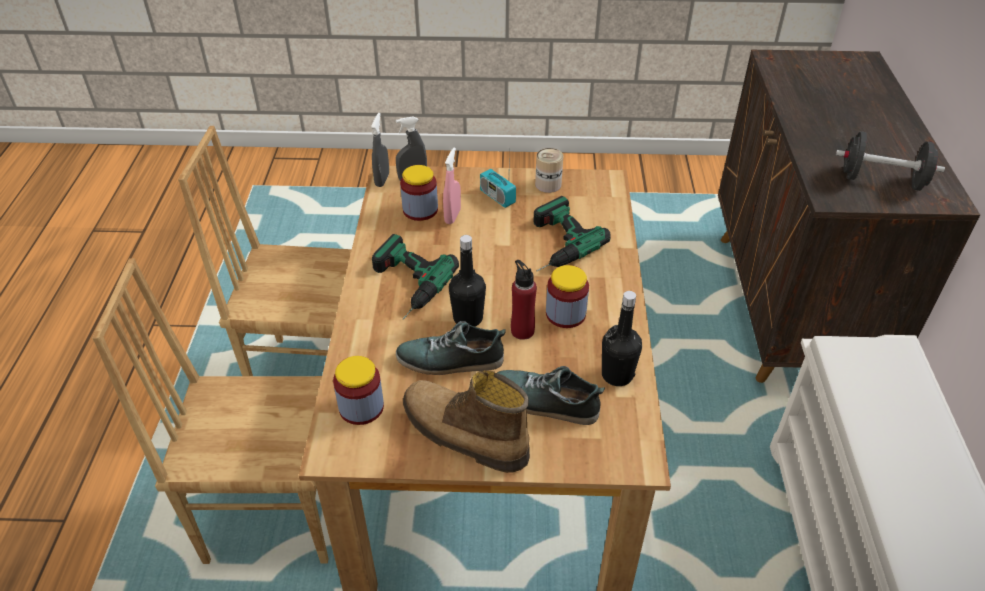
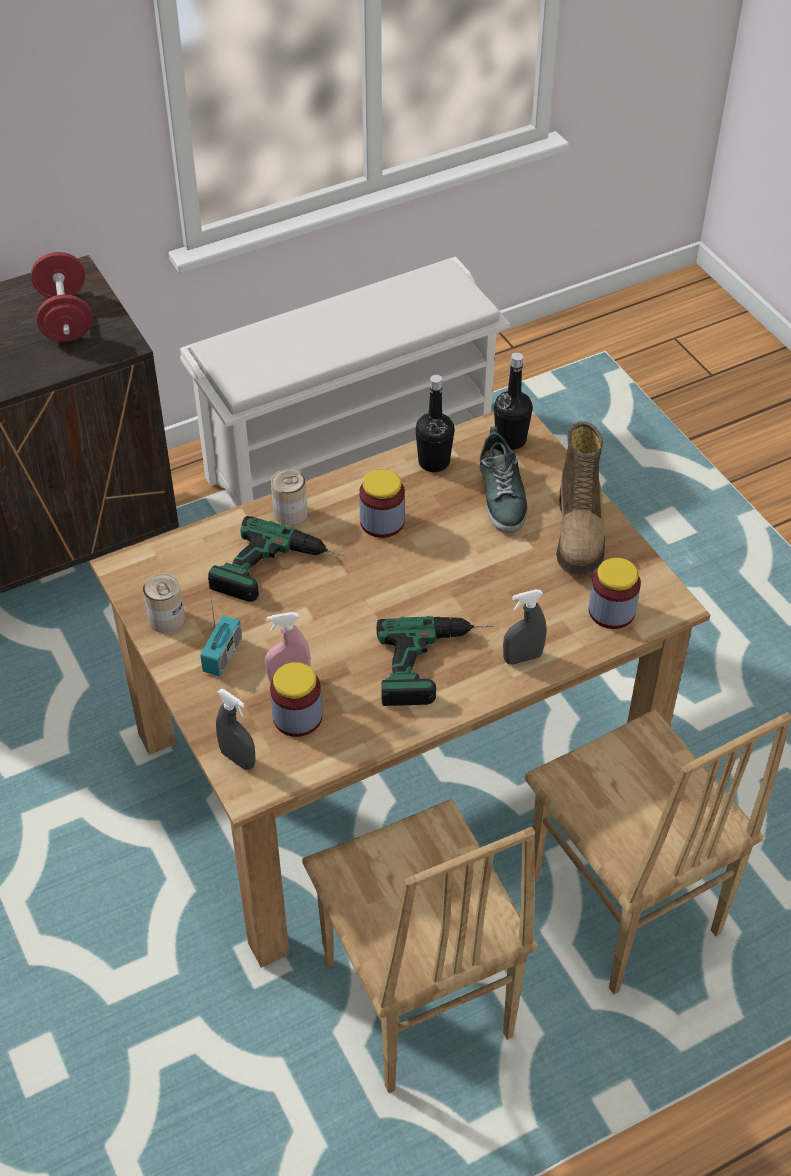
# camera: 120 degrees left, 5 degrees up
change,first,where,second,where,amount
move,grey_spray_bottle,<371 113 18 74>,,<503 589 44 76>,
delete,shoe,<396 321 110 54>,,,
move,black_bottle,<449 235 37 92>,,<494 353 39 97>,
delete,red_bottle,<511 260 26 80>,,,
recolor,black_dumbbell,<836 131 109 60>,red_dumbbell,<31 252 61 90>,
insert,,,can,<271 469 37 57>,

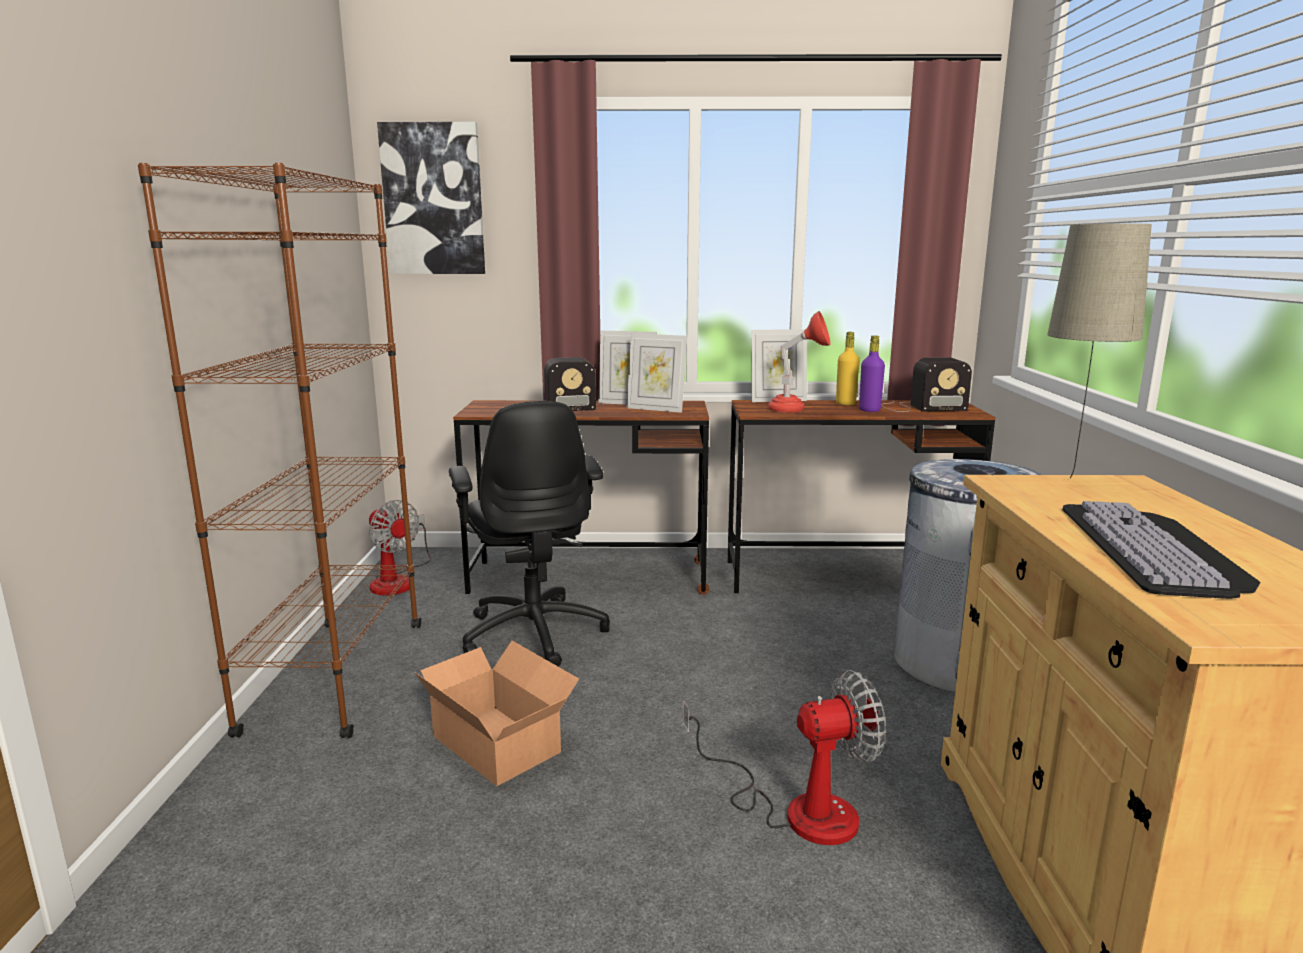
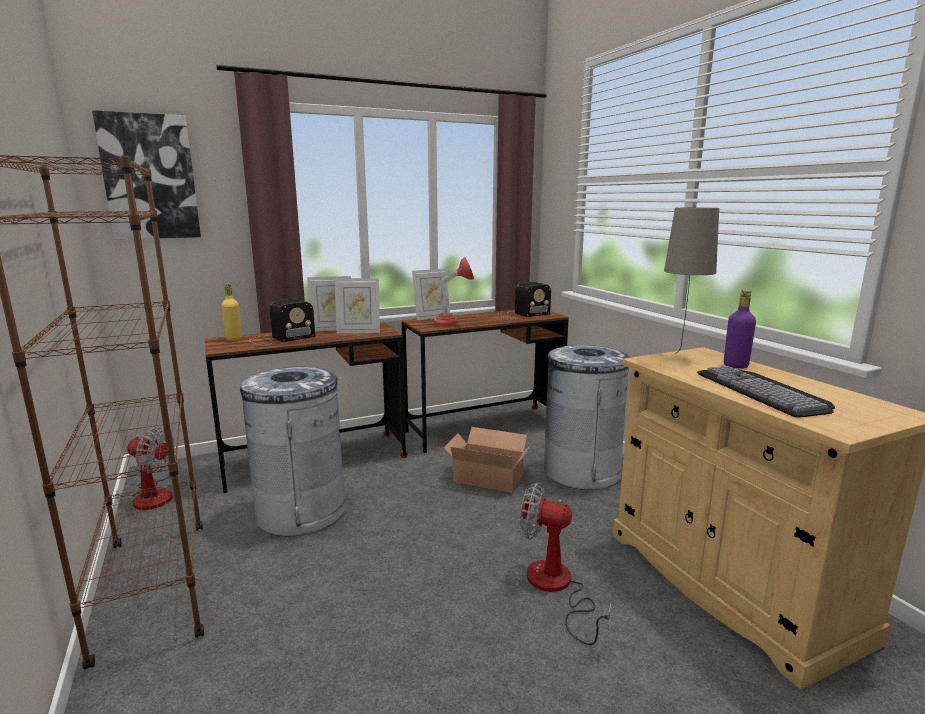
# camera: 25 degrees left, 0 degrees up
change,first,where,second,where,amount
move,cardboard_box,<414 641 165 145>,,<444 427 87 66>,
replace,black_office_chair,<449 401 161 266>,grey_trash_can,<240 367 106 170>,
rotate,fan,<683 670 203 175>,,<520 482 91 163>,120 degrees counterclockwise
move,yellow_bottle,<836 332 24 73>,,<221 283 21 58>,
move,purple_bottle,<859 336 26 76>,,<724 290 32 78>,

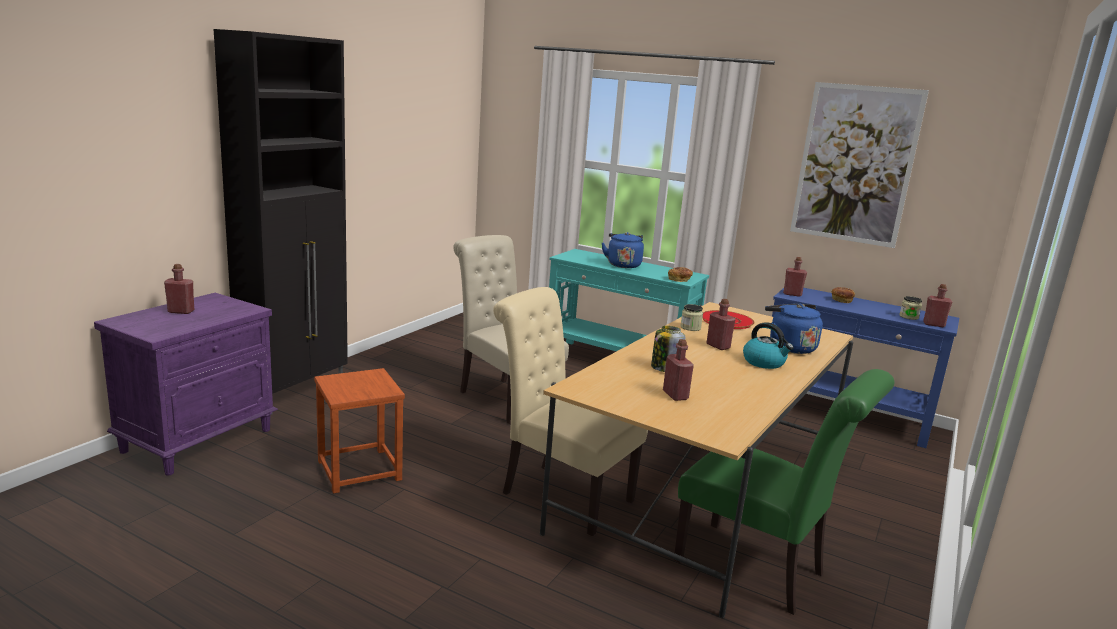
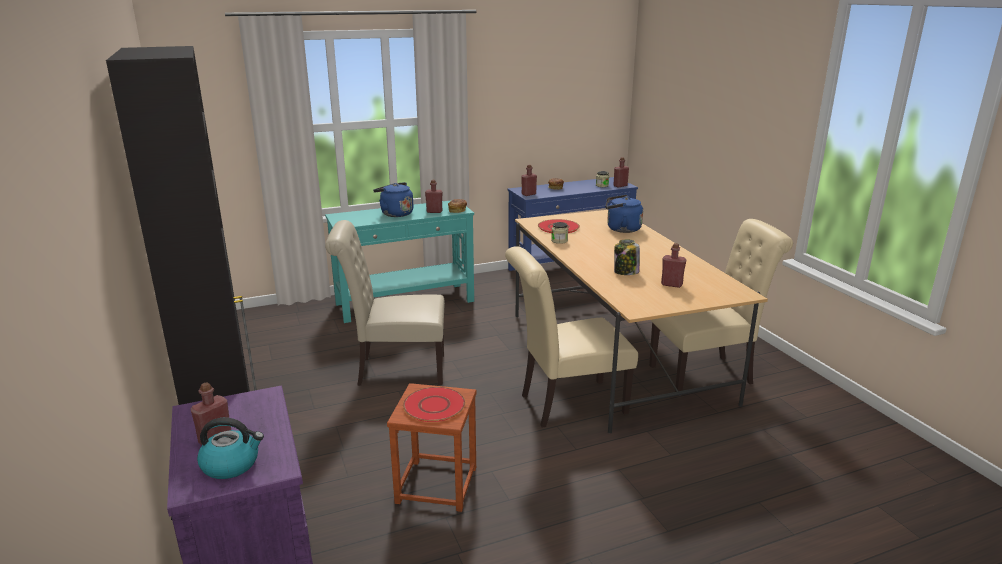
# camera: 50 degrees left, 5 degrees up
change,first,where,second,where,amount
recolor,green_chair,<674 369 220 246>,beige_chair,<649 219 144 178>,
move,red_bottle,<706 299 30 51>,,<425 180 18 33>,
move,kettle,<743 322 51 47>,,<197 418 67 61>,
delete,picture,<790 82 139 166>,,,
insert,,,red_plate,<403 387 62 35>,

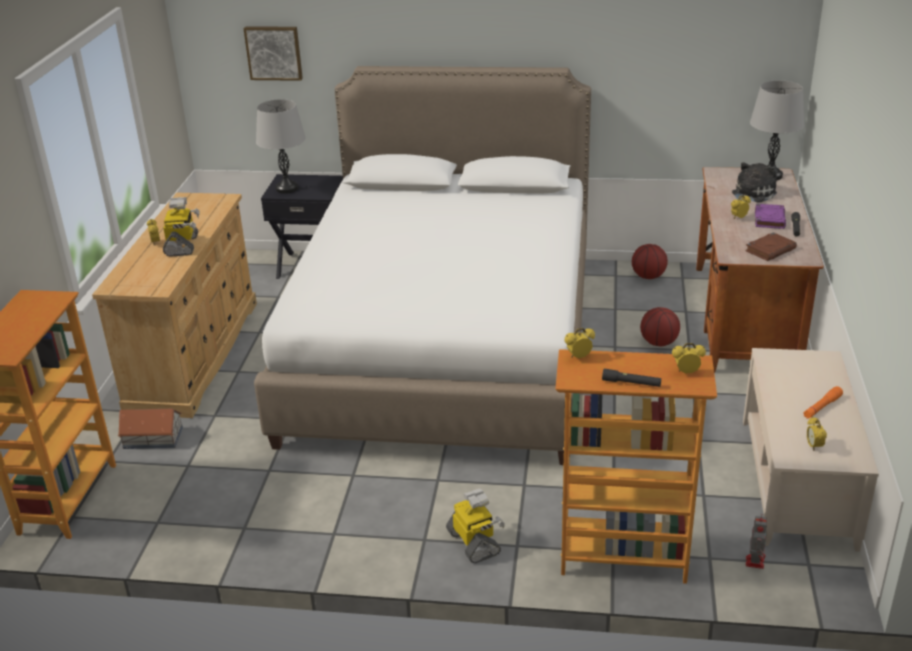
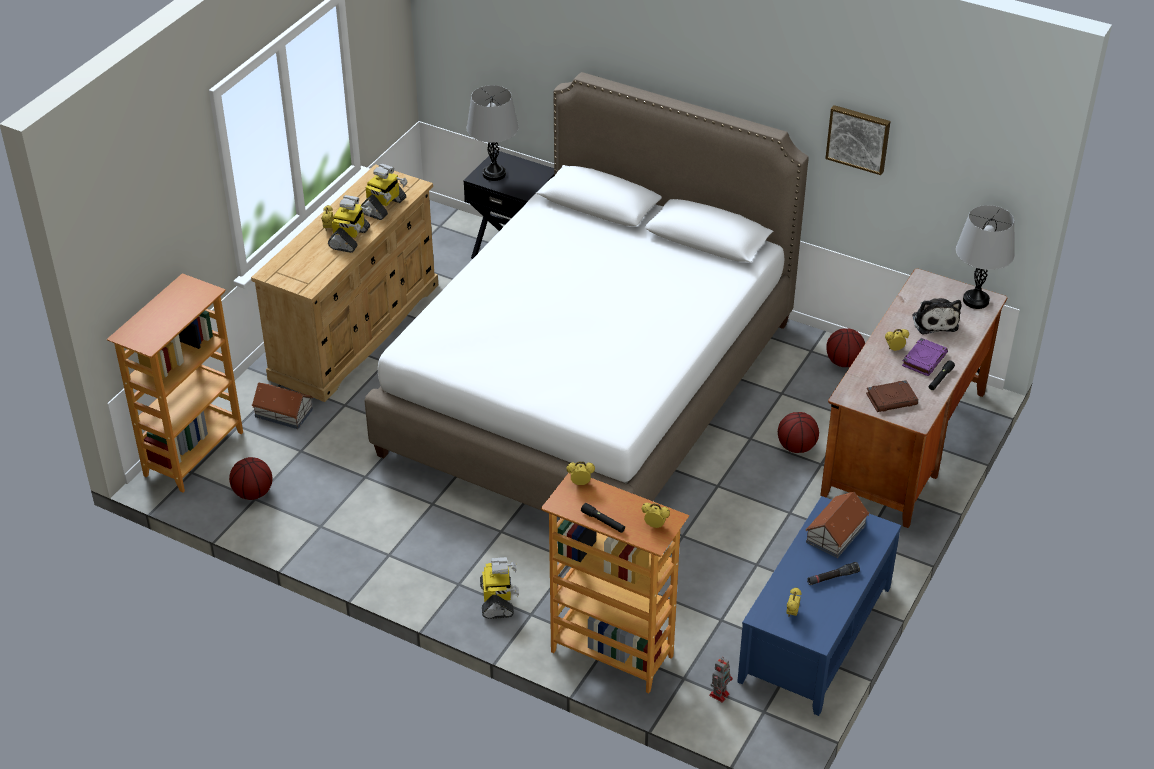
# camera: 20 degrees right, 10 degrees up
change,first,where,second,where,amount
move,picture,<243 27 60 54>,,<825 105 66 70>,
rotate,plush_toy,<732 162 45 40>,,<912 298 49 36>,105 degrees clockwise
recolor,beige_coffee_table,<743 348 136 204>,blue_coffee_table,<737 496 164 220>,
recolor,orange_flashlight,<803 386 40 33>,black_flashlight,<807 562 53 23>,
insert,,,basketball,<229 457 43 43>,
insert,,,toy_robot,<361 164 47 56>,
insert,,,toy_house,<805 492 64 66>,

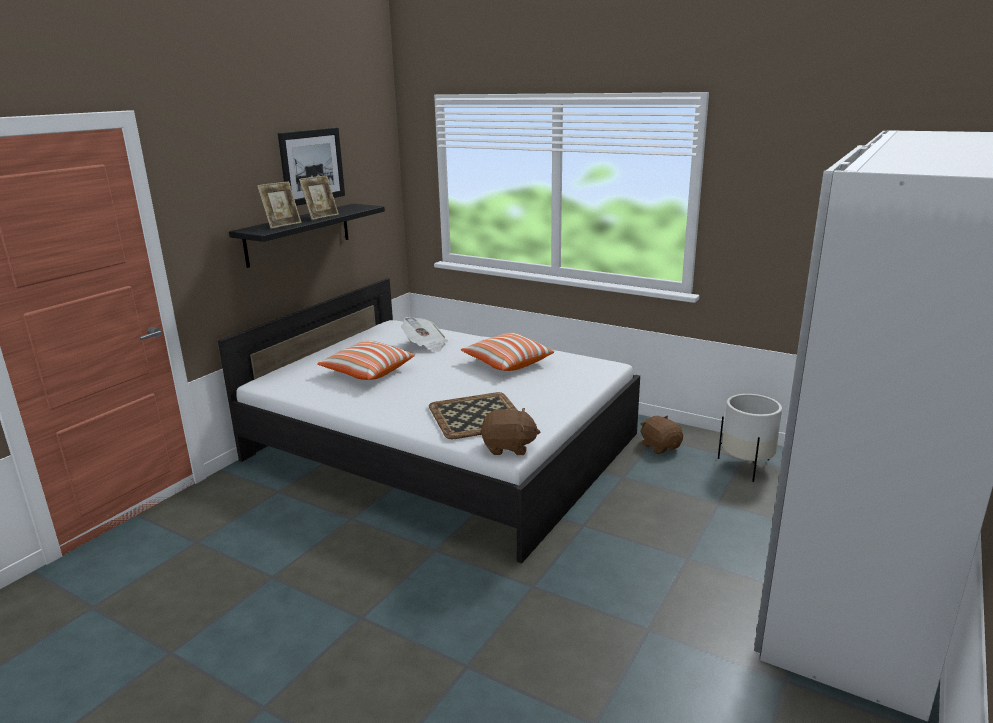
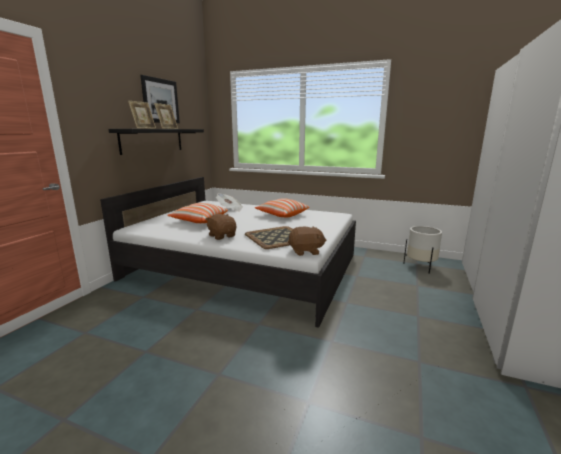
# camera: 10 degrees left, 5 degrees down
change,first,where,second,where,amount
move,brown_plush_toy,<640 415 43 39>,,<205 214 31 26>,

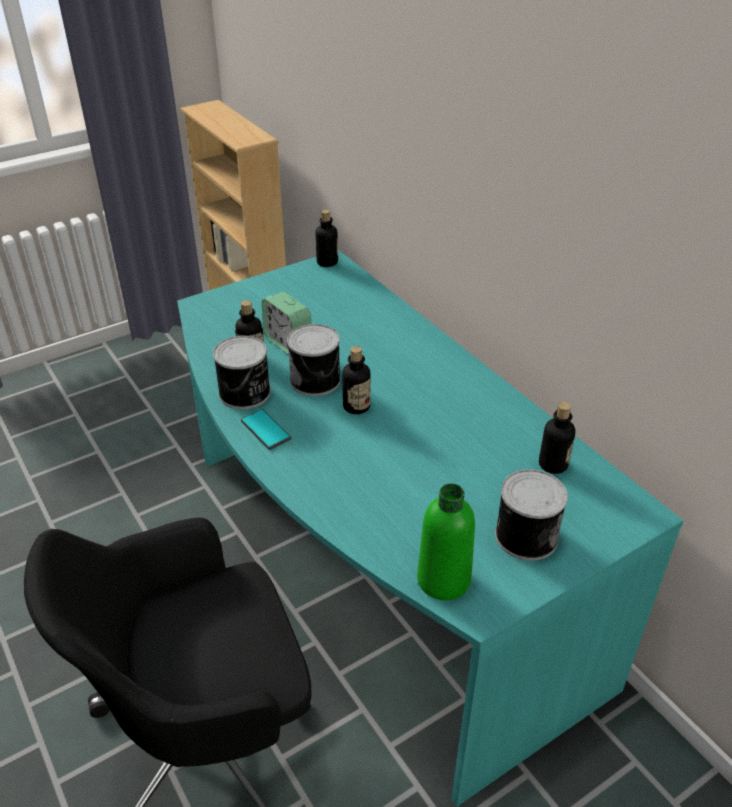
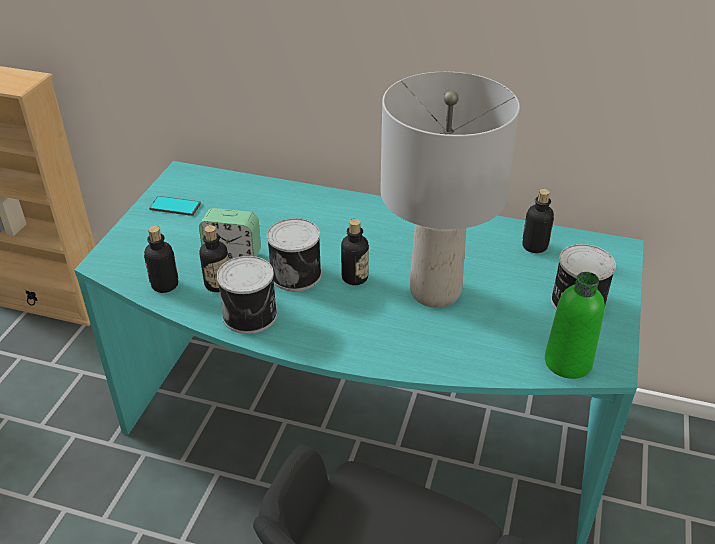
# camera: 40 degrees left, 0 degrees up
change,first,where,second,where,amount
move,phone,<241 409 51 41>,,<149 196 52 20>,
move,bottle,<315 209 23 58>,,<144 226 35 67>,
insert,,,grey_table_lamp,<380 72 140 236>,

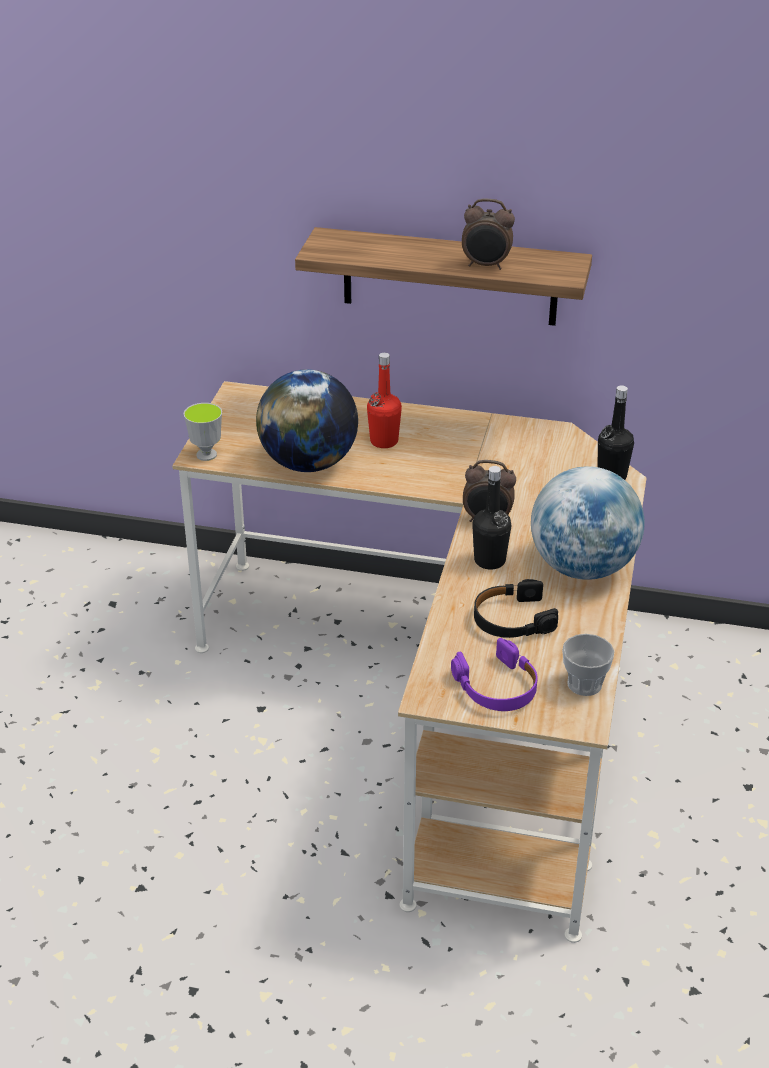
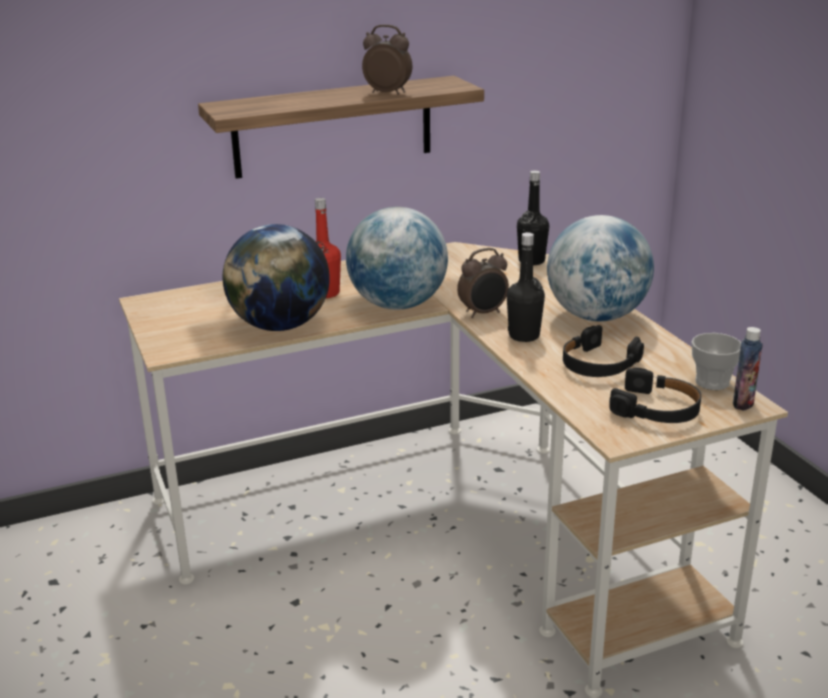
# camera: 35 degrees left, 10 degrees down
change,first,where,second,where,amount
delete,cup,<184 403 38 58>,,,
recolor,purple_headphones,<451 638 86 73>,black_headphones,<609 368 92 55>,
rotate,alarm_clock,<462 199 53 71>,,<362 25 50 70>,135 degrees counterclockwise
insert,,,globe,<346 207 102 103>,
insert,,,bottle,<733 327 30 84>,

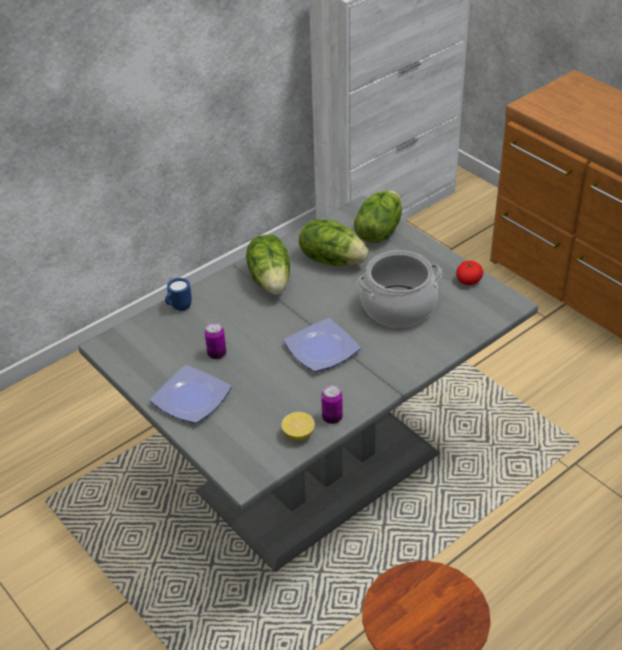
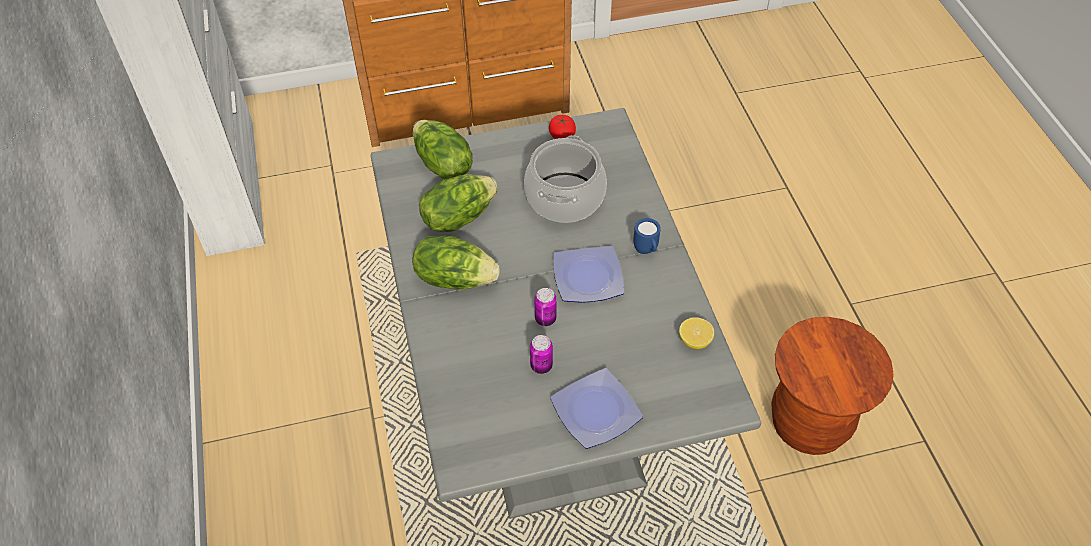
# camera: 65 degrees left, 10 degrees up
change,first,where,second,where,amount
move,blue_mug,<165 278 27 33>,,<633 218 28 36>,
move,can,<321 385 22 39>,,<535 288 22 38>,

